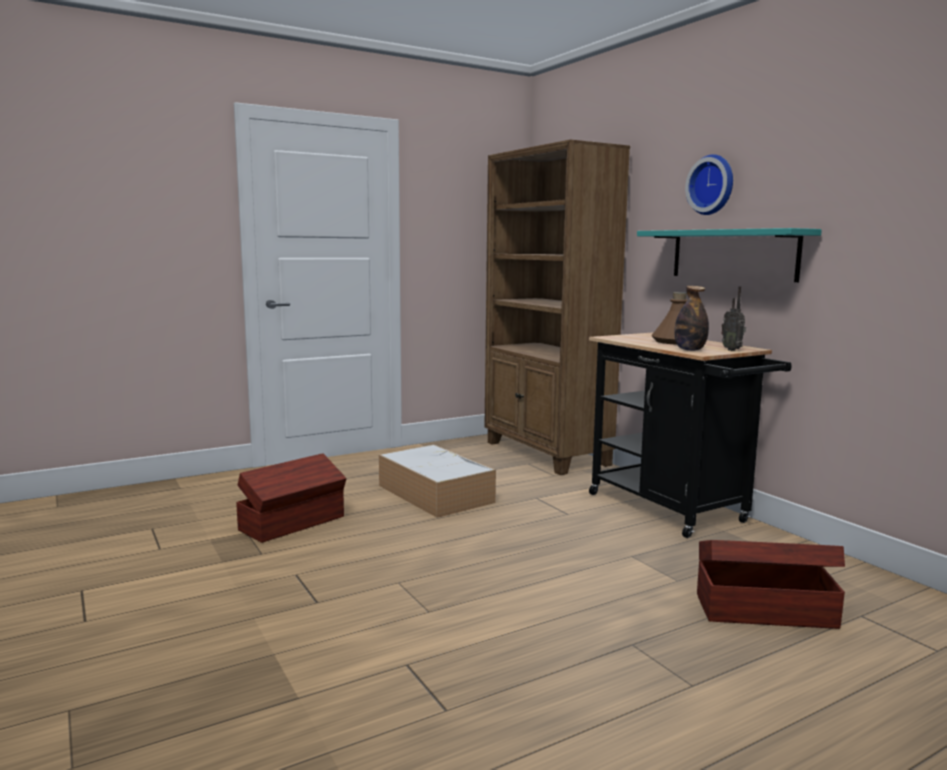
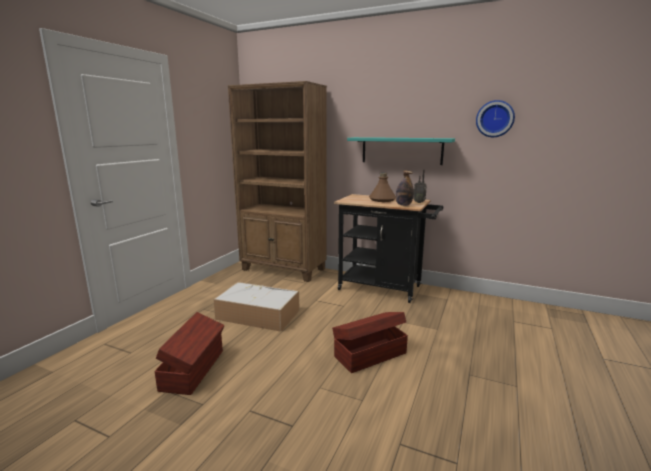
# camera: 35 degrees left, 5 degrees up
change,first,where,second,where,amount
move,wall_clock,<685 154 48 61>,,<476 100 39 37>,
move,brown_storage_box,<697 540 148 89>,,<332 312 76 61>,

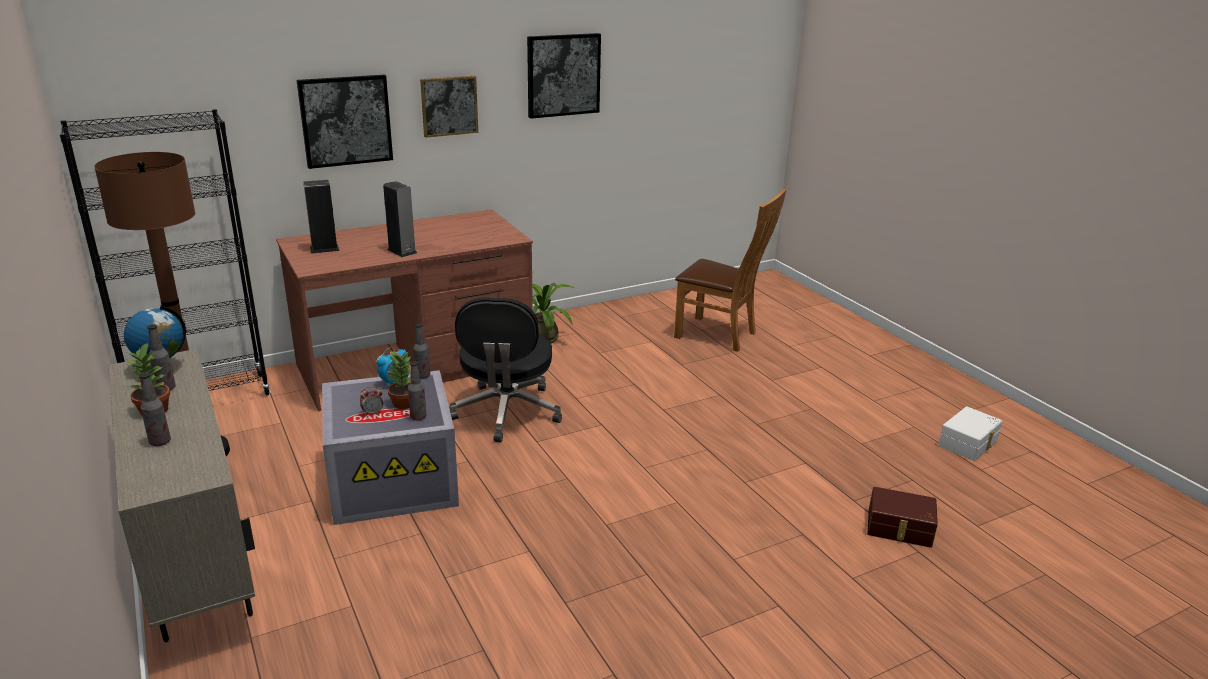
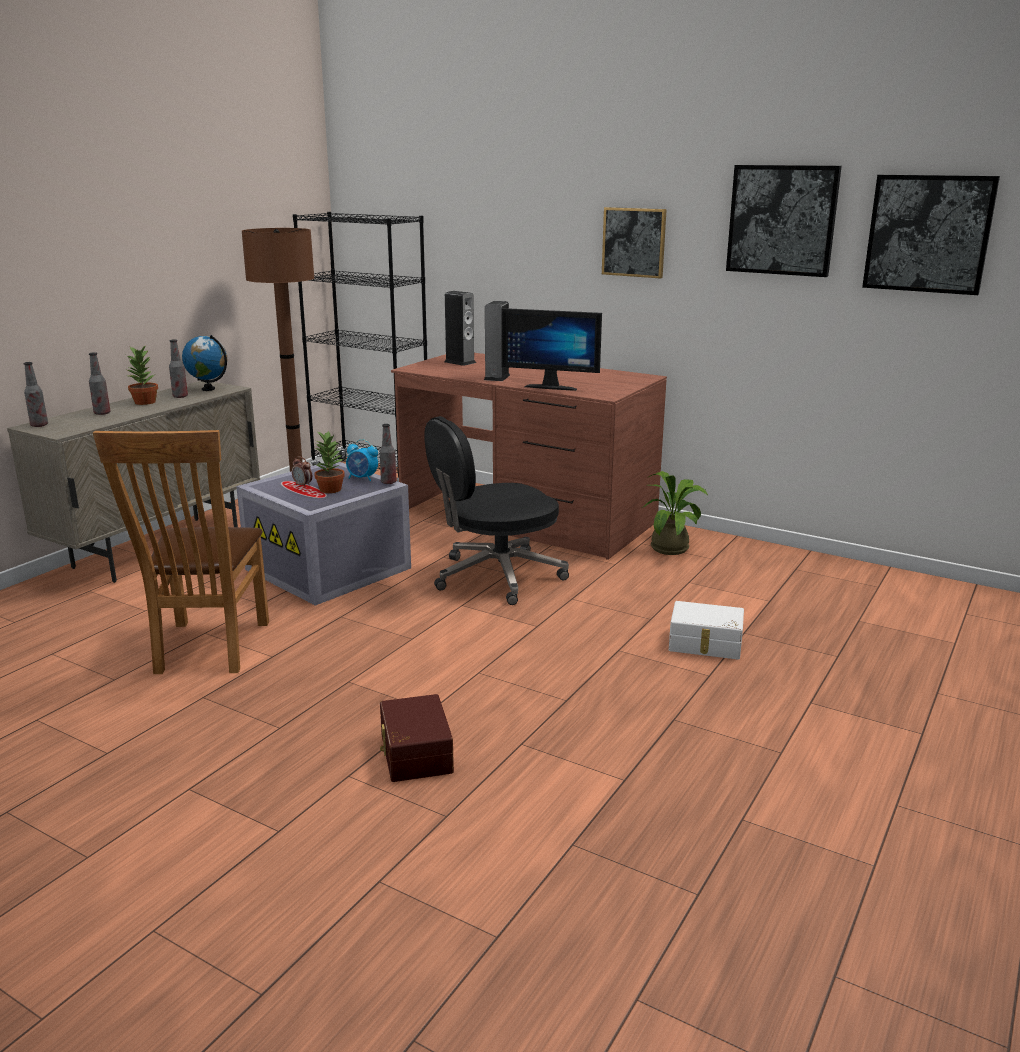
# camera: 60 degrees right, 5 degrees down
change,first,where,second,where,amount
move,picture,<297 75 96 94>,,<862 175 138 120>,
move,bottle,<408 361 19 59>,,<24 362 24 65>,
move,brown_chair,<674 189 113 163>,,<93 430 176 244>,
move,brown_storage_box,<867 487 71 61>,,<380 694 74 88>,
move,white_storage_box,<938 406 65 55>,,<669 601 75 59>,
insert,,,monitor,<501 308 101 83>,

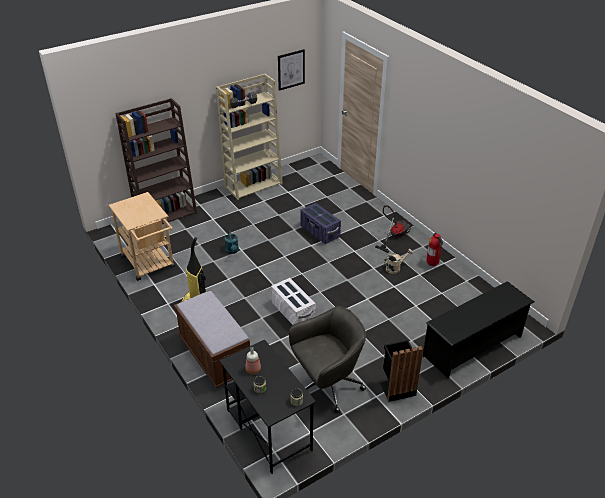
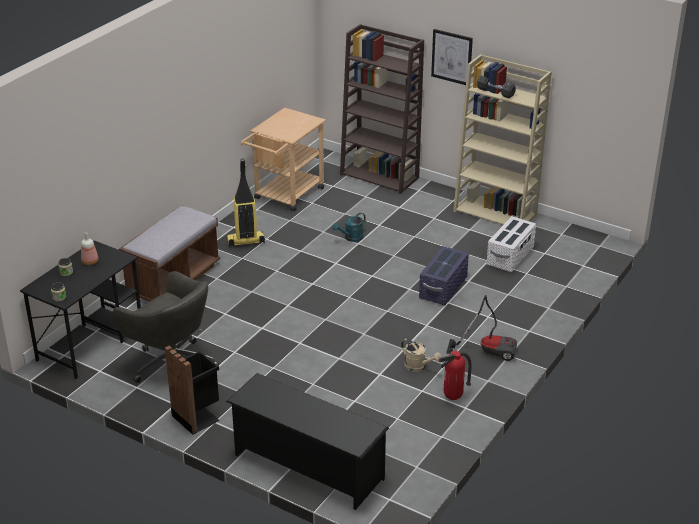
# camera: 65 degrees right, 5 degrees down
change,first,where,second,where,amount
move,white_storage_box,<271 278 44 47>,,<486 216 50 56>,
move,picture,<278 49 27 42>,,<431 29 42 56>,

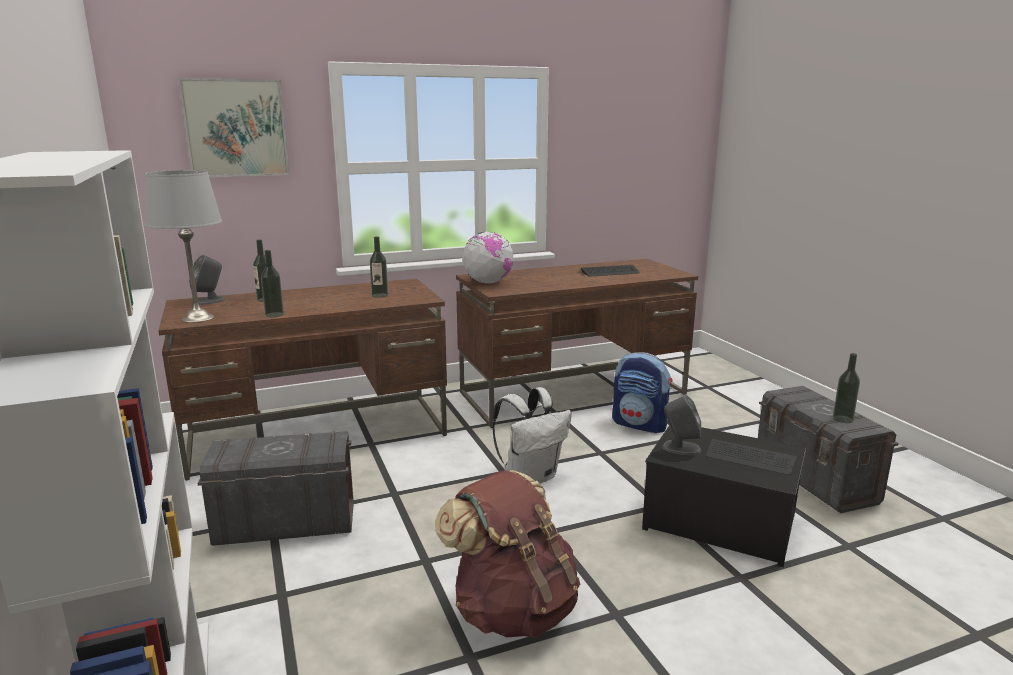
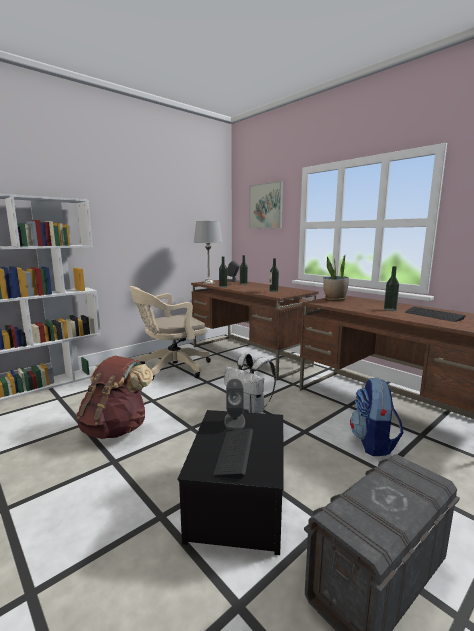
# camera: 70 degrees right, 5 degrees down
change,first,where,second,where,amount
replace,grey_storage_box,<198 431 155 115>,beige_office_chair,<130 286 81 94>,
replace,globe,<462 232 51 52>,potted_plant,<323 254 26 47>,
move,bottle,<833 353 27 70>,,<384 266 15 45>,

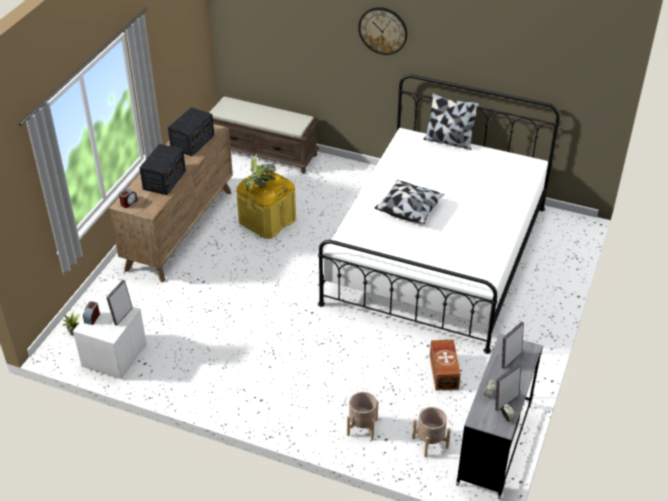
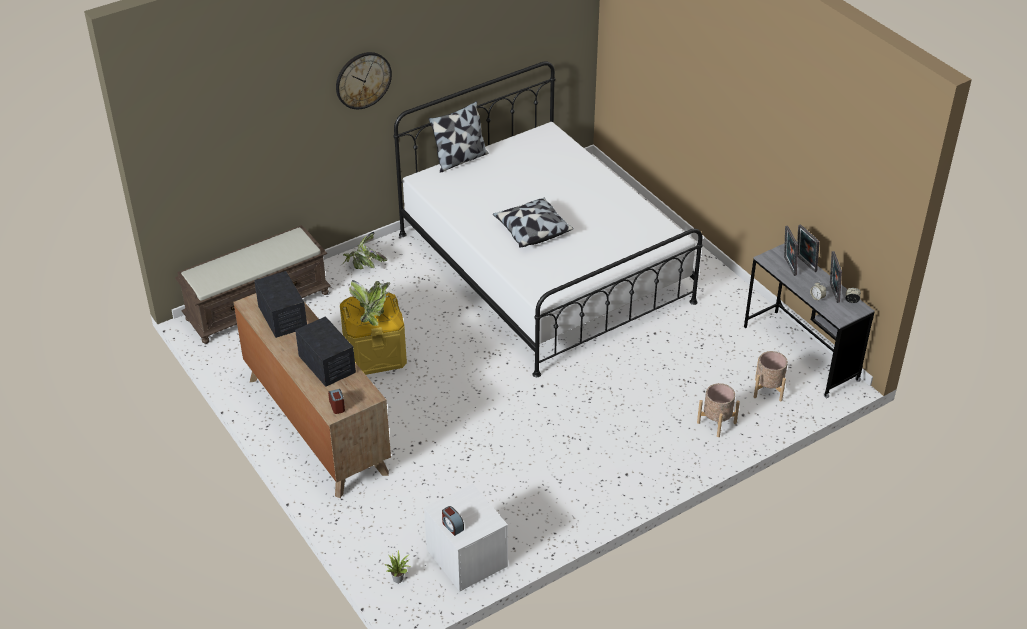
# camera: 55 degrees left, 0 degrees up
change,first,where,second,where,amount
move,picture_frame,<106 280 27 46>,,<797 224 23 48>,
delete,brown_storage_box,<430 339 31 52>,,,
insert,,,potted_plant,<341 232 46 37>,

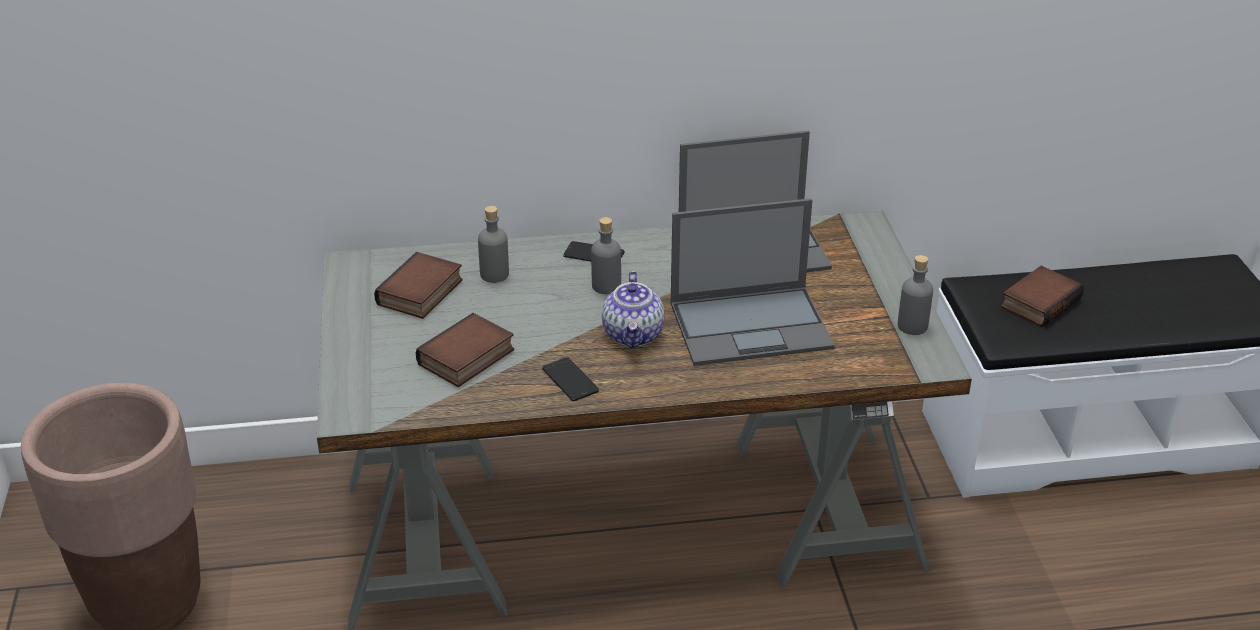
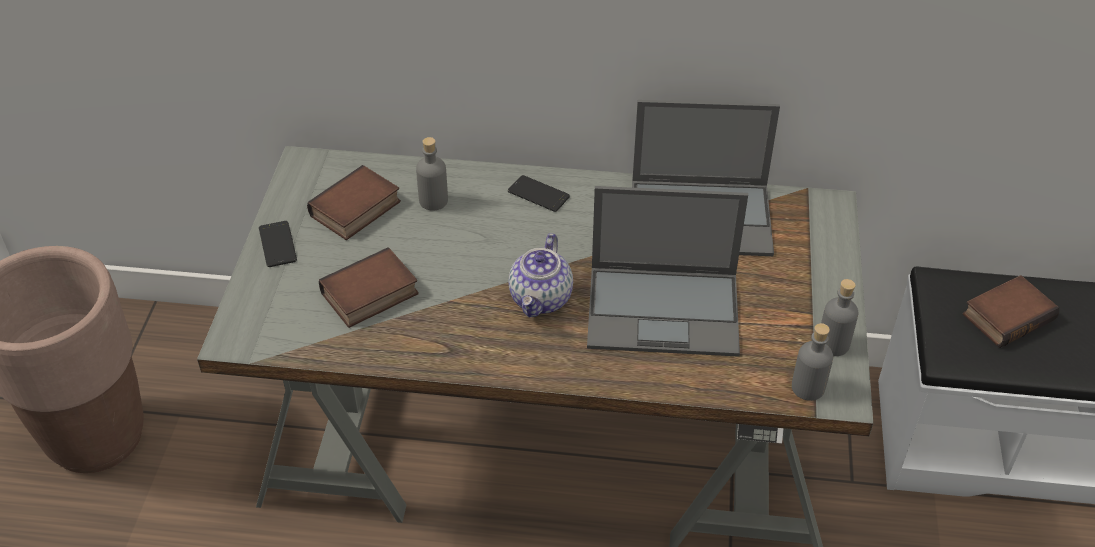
# camera: 15 degrees right, 10 degrees up
change,first,where,second,where,amount
move,phone,<542 357 57 44>,,<259 221 38 46>,
move,grey_bottle,<591 217 30 77>,,<792 323 41 78>,

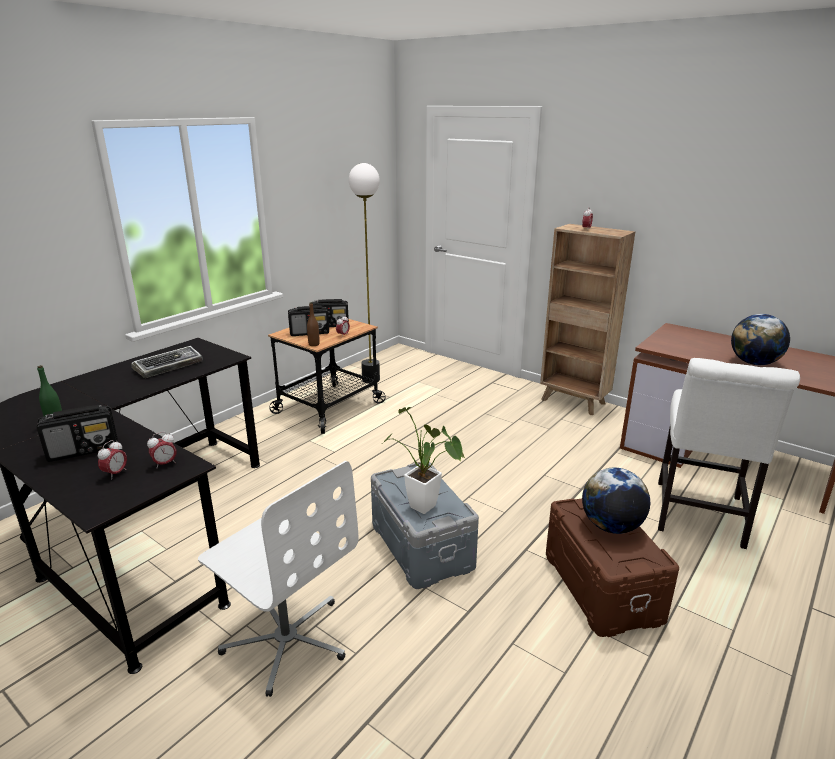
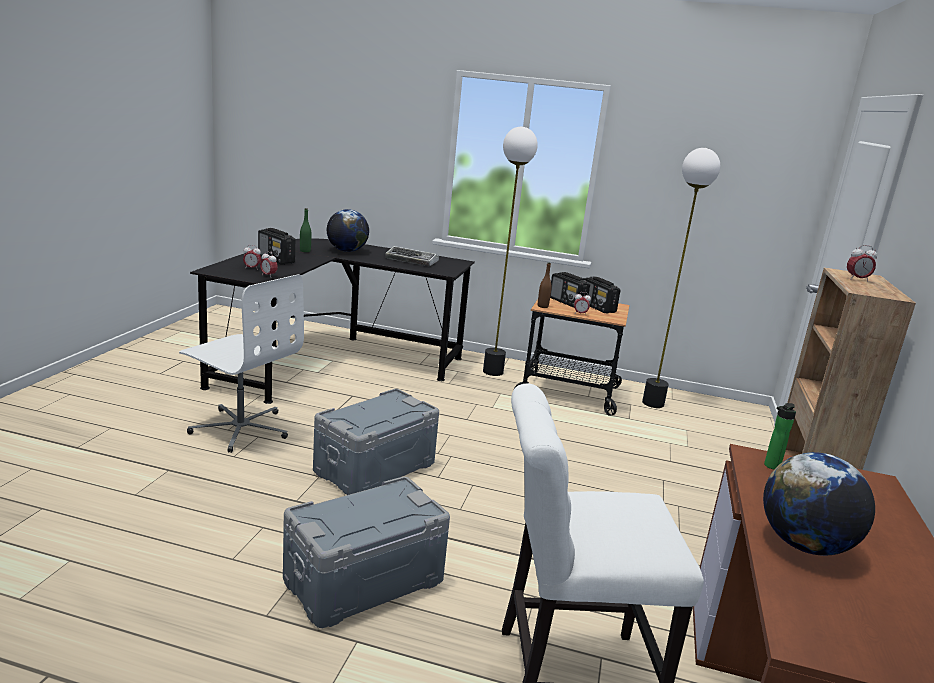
# camera: 65 degrees right, 5 degrees down
change,first,where,second,where,amount
rotate,white_office_chair,<198 461 160 236>,,<179 274 125 179>,75 degrees counterclockwise
delete,potted_plant,<383 407 82 107>,,,
recolor,brown_storage_box,<546 499 133 138>,grey_storage_box,<283 476 167 152>,
move,globe,<582 468 68 66>,,<327 209 42 43>,
insert,,,floor_lamp,<483 127 55 249>,
insert,,,bottle,<764 403 32 66>,

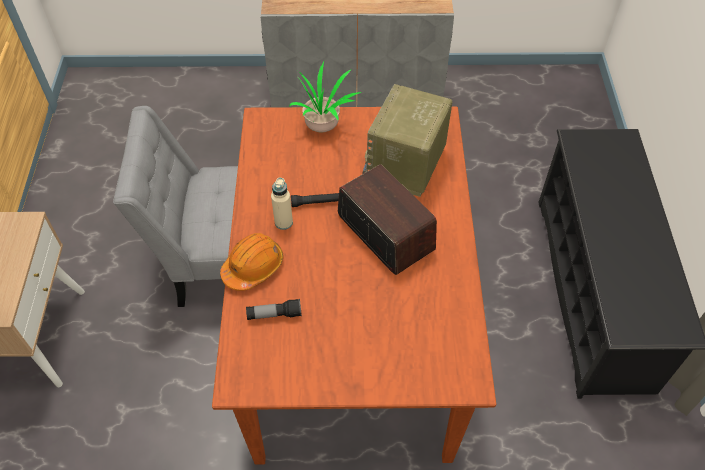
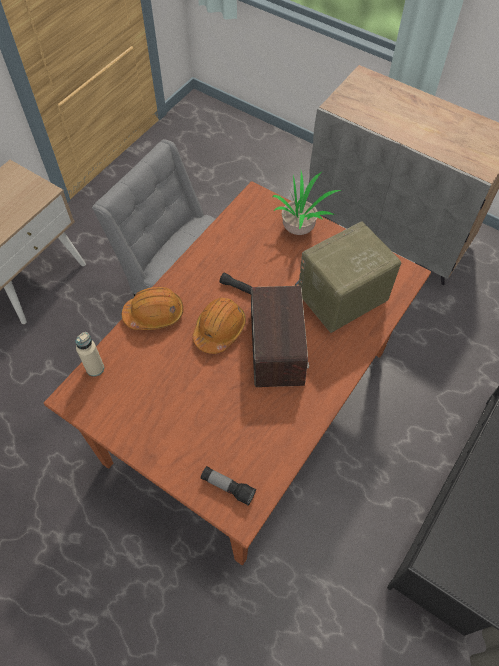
# camera: 35 degrees right, 5 degrees up
change,first,where,second,where,amount
move,flashlight,<246 299 56 21>,,<201 466 55 40>,
move,beige_bottle,<271 178 22 52>,,<76 332 28 45>,
insert,,,orange_hard_hat,<193 298 53 56>,

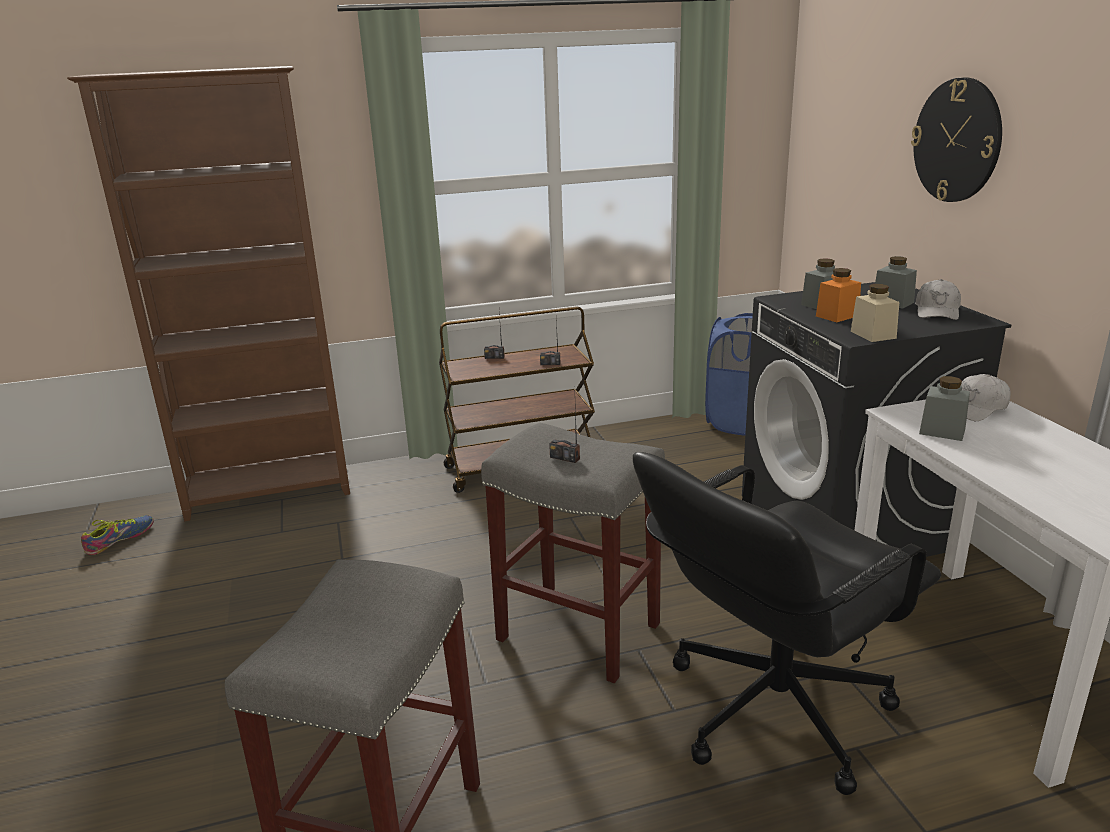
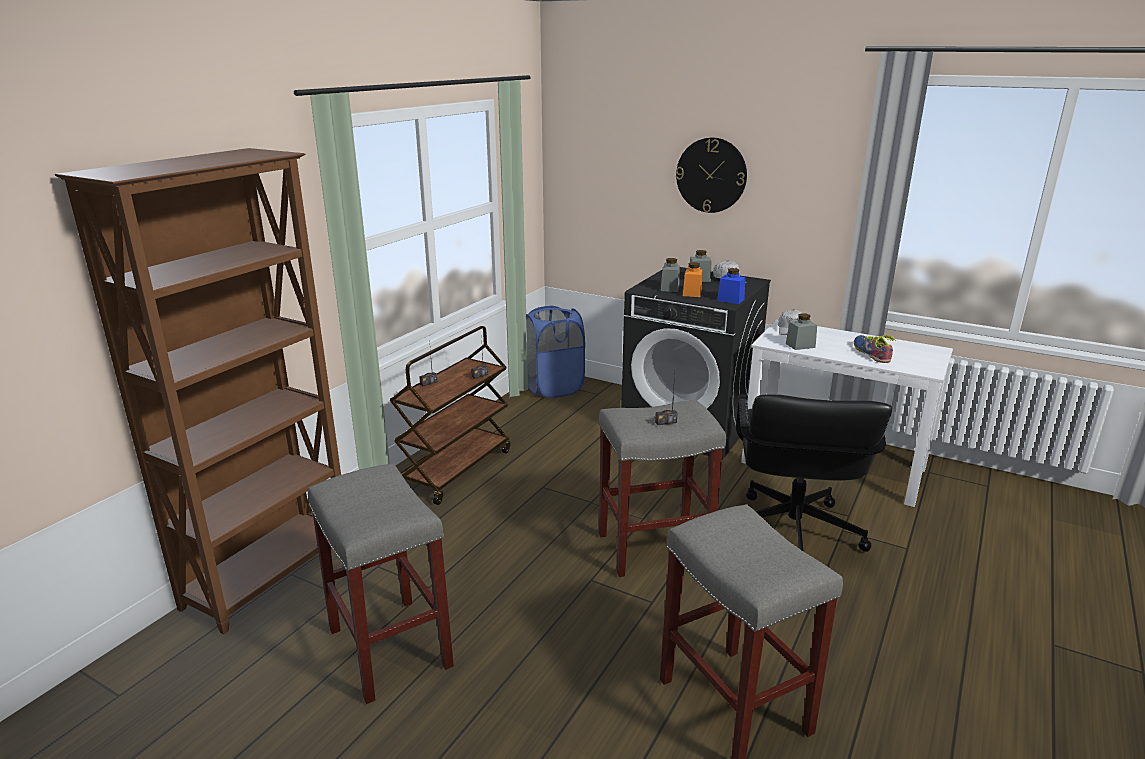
# camera: 45 degrees left, 0 degrees up
change,first,where,second,where,amount
move,shoe,<81 515 73 40>,,<854 335 43 28>,
recolor,beige_jar,<851 284 48 58>,blue_jar,<717 268 28 36>,
insert,,,grey_stool,<308 463 146 241>,

